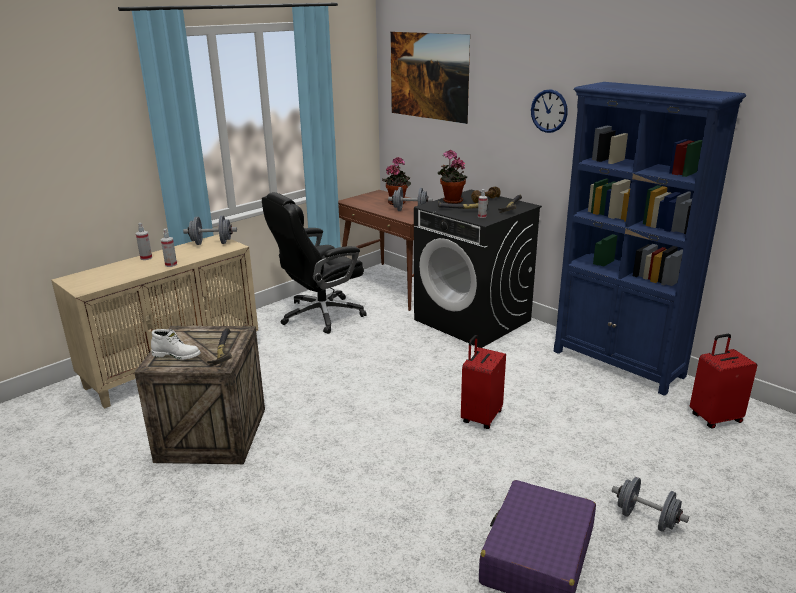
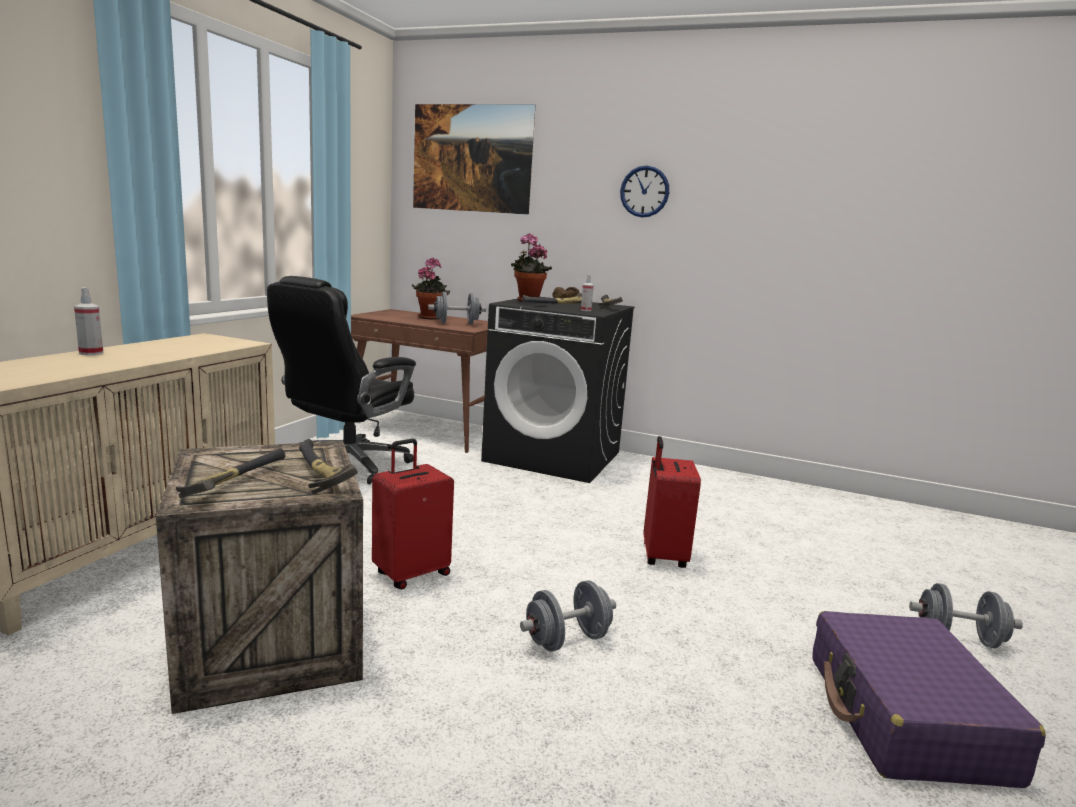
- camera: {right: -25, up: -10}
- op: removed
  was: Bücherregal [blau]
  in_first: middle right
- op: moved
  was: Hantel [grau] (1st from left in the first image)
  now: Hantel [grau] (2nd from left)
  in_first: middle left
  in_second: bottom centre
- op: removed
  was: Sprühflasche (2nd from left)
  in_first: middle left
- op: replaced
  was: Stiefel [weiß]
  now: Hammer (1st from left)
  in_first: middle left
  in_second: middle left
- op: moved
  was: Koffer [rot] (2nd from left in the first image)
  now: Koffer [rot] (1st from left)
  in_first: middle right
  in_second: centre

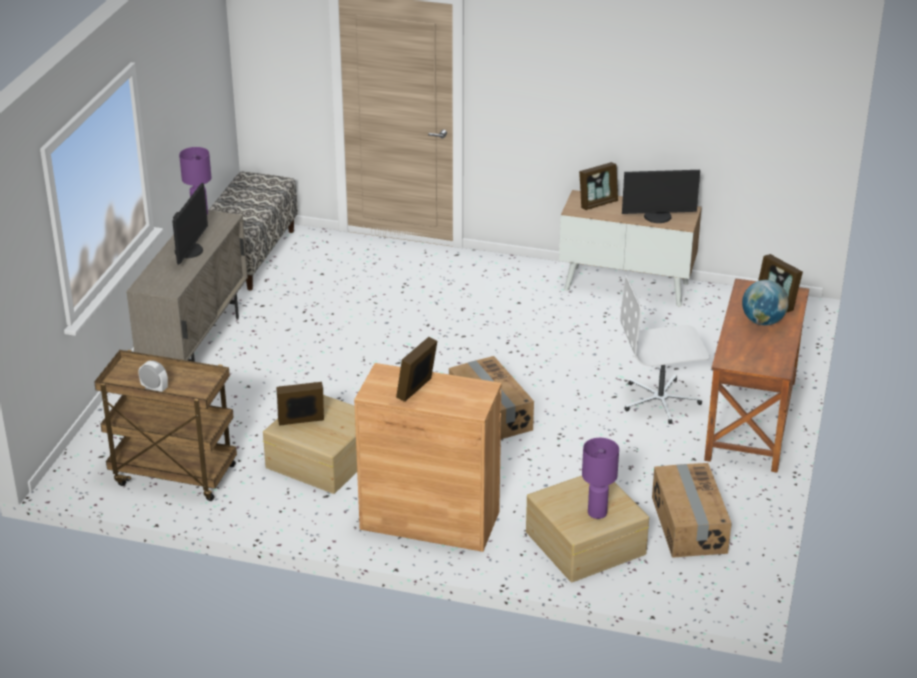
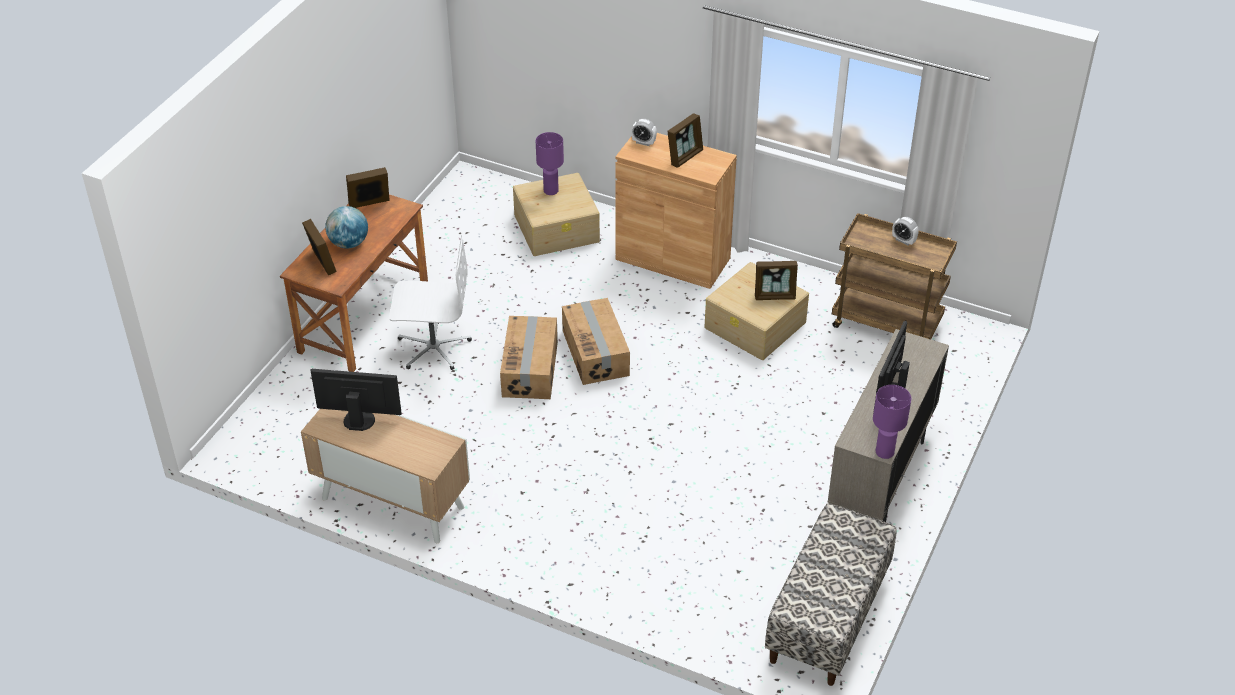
- camera: {right: -170, up: 10}
- op: moved
  was: Bilderrahmen (3rd from left in the first image)
  now: Bilderrahmen (2nd from left)
  in_first: top centre
  in_second: top left
- op: moved
  was: Karton (2nd from left in the first image)
  now: Karton (1st from left)
  in_first: bottom right
  in_second: centre
- op: added
  now: Wecker (1st from left)
  in_second: top centre

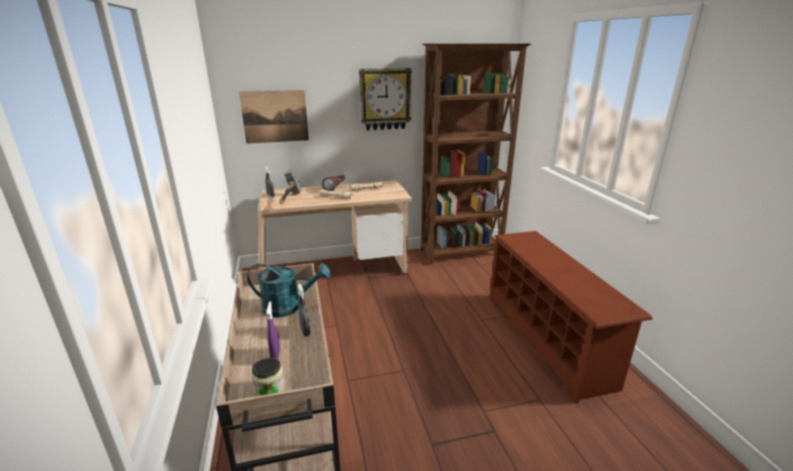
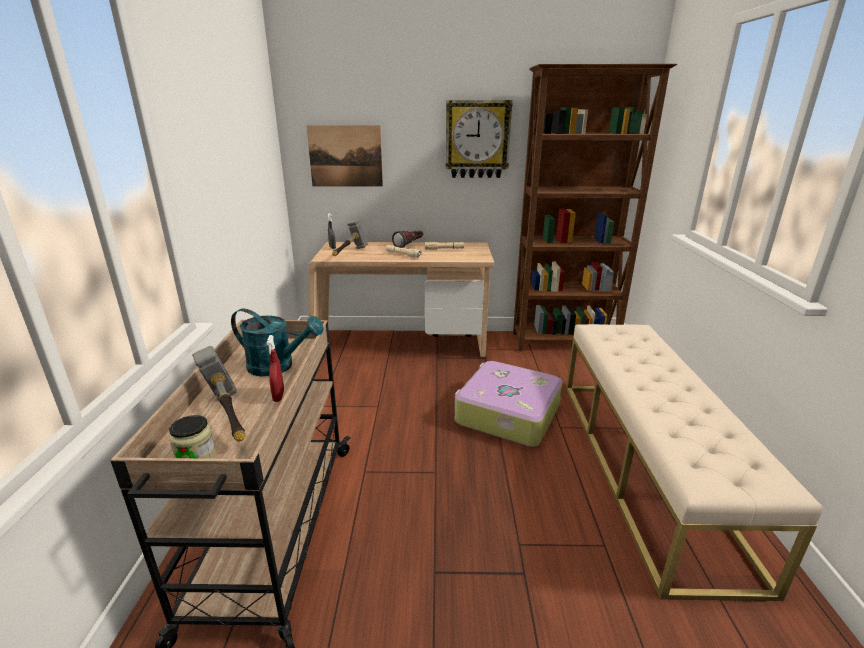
- camera: {right: 15, up: 0}
- op: replaced
  was: Schuhregal [braun]
  now: Bank [beige]
  in_first: bottom right
  in_second: bottom right
- op: recoloured
  was: Sprühflasche [grau] (2nd from left)
  now: Sprühflasche [rot]
  in_first: centre
  in_second: middle left
- op: replaced
  was: Sprühflasche [lila]
  now: Hammer (1st from left)
  in_first: bottom centre
  in_second: middle left
- op: added
  now: Koffer
  in_second: centre

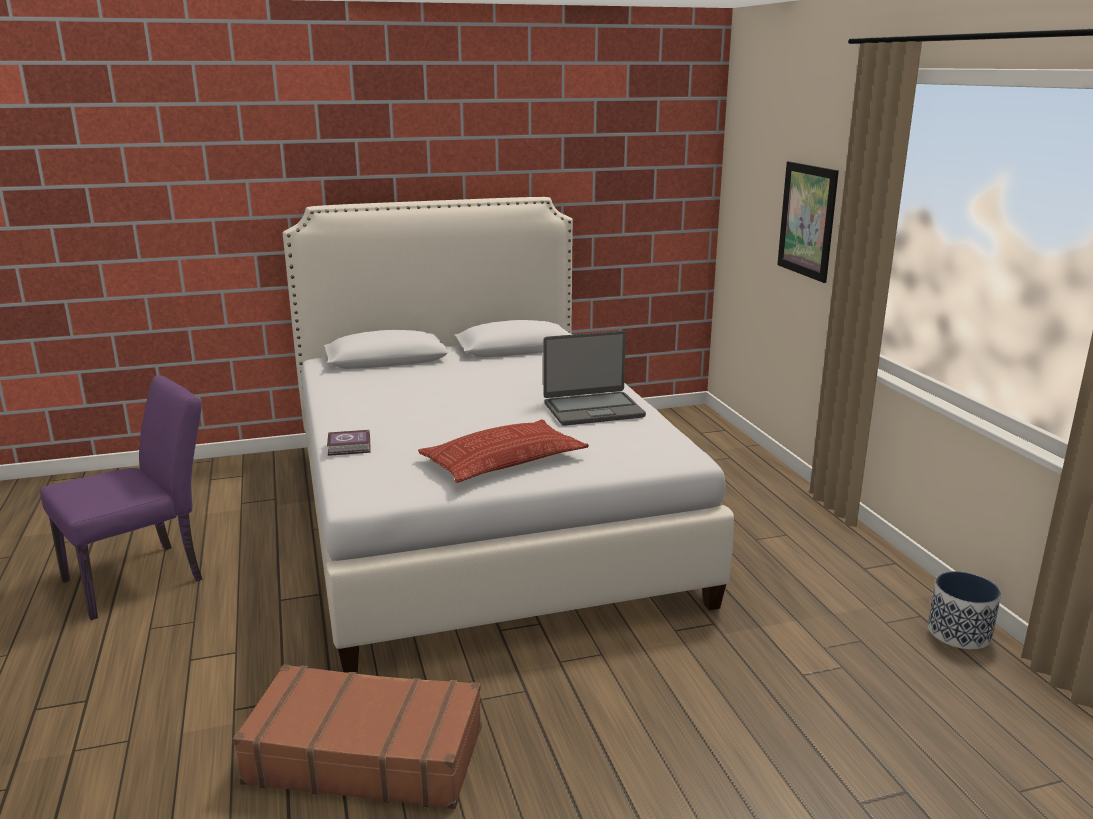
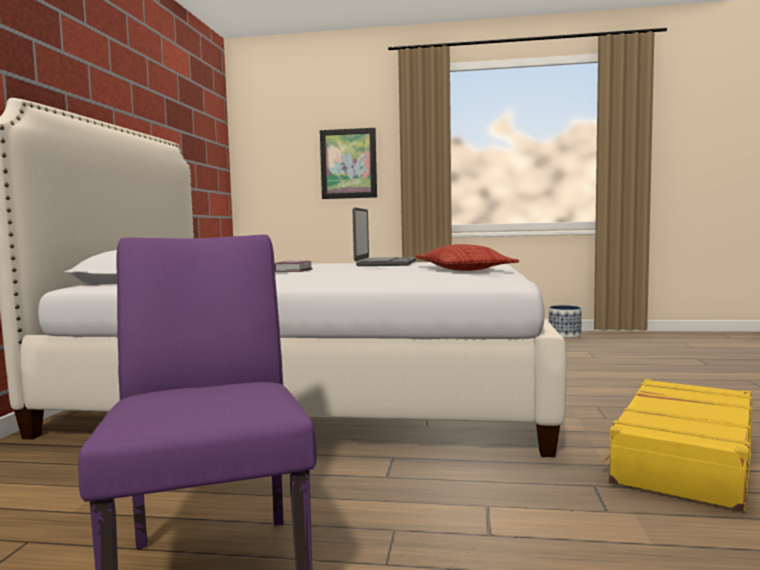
- camera: {right: -65, up: -15}
- op: moved
  was: Buch
  in_first: middle left
  in_second: centre
- op: recoloured
  was: Koffer [braun]
  now: Koffer [gelb]
  in_first: bottom left
  in_second: bottom right

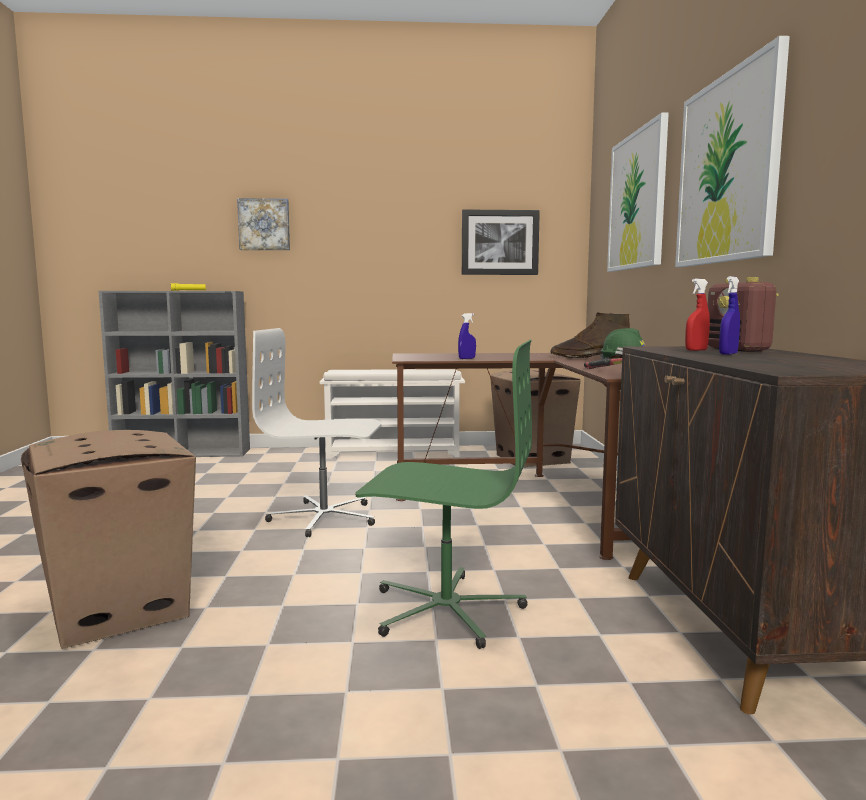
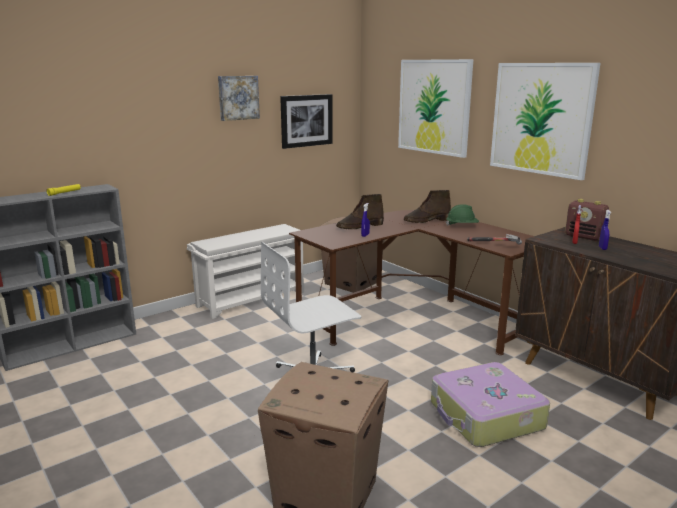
- camera: {right: -35, up: 10}
- op: moved
  was: Bild (1st from left)
  in_first: top left
  in_second: top centre
- op: replaced
  was: Bürostuhl [grün]
  now: Koffer
  in_first: centre
  in_second: bottom right
- op: added
  now: Stiefel [braun] (1st from left)
  in_second: centre

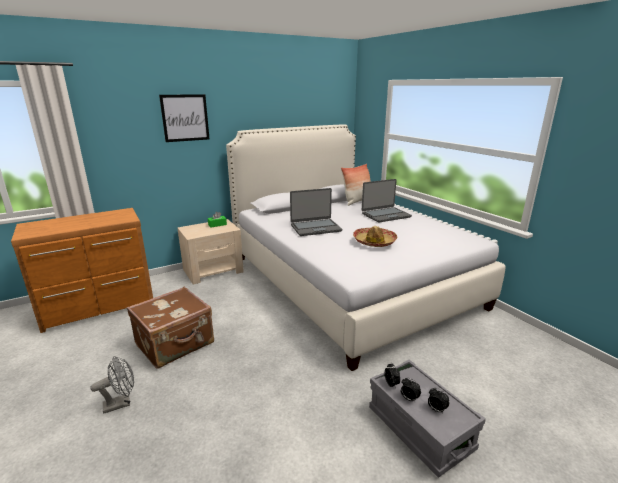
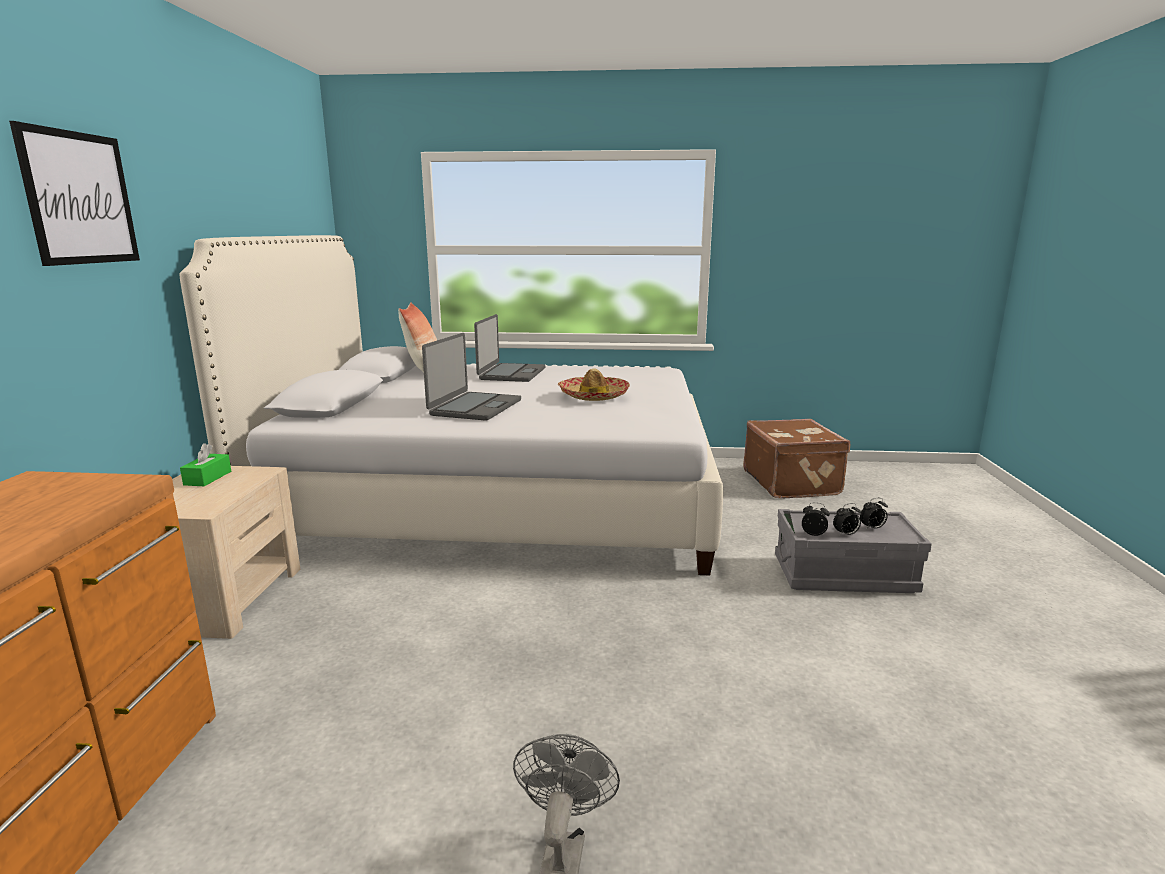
- camera: {right: -55, up: -5}
- op: moved
  was: Koffer [braun]
  in_first: bottom left
  in_second: middle right

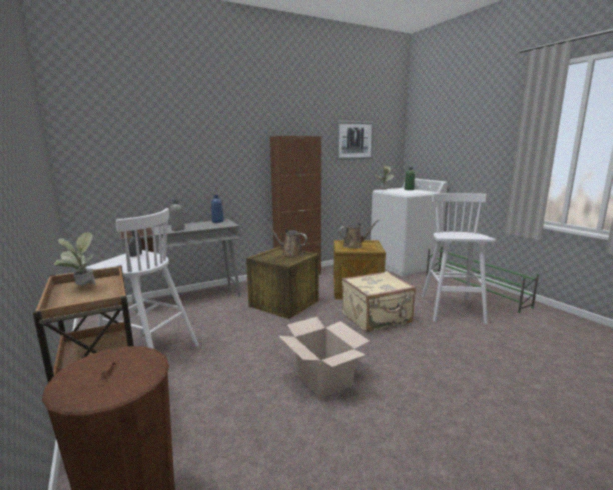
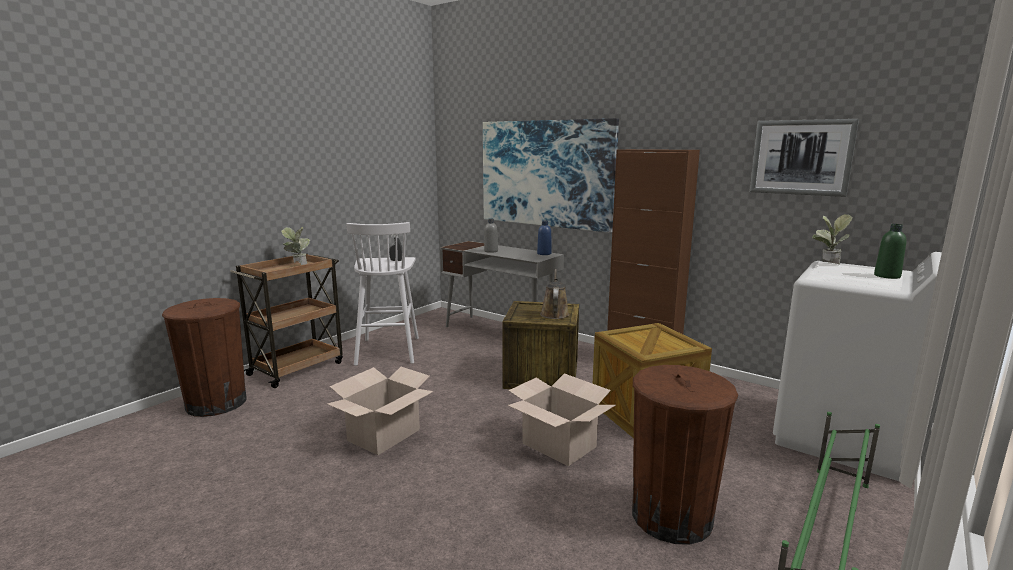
- camera: {right: 65, up: 0}
- op: replaced
  was: Hocker [weiß] (2nd from left)
  now: Mülleimer [braun] (2nd from left)
  in_first: middle right
  in_second: bottom right
- op: removed
  was: Gießkanne [braun] (2nd from left)
  in_first: centre
- op: replaced
  was: Koffer [beige]
  now: Karton (2nd from left)
  in_first: centre
  in_second: bottom centre
- op: added
  now: Bild (1st from left)
  in_second: top centre

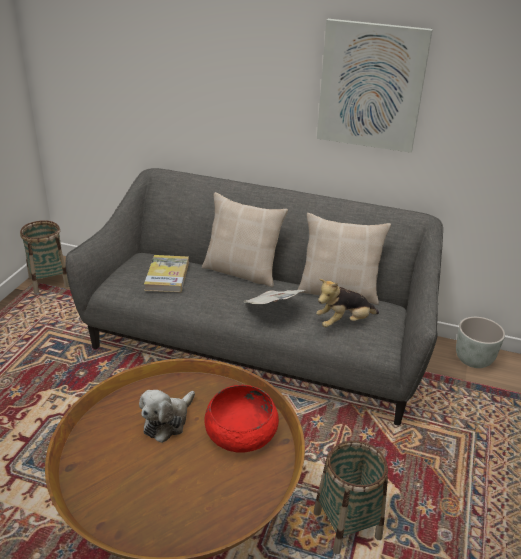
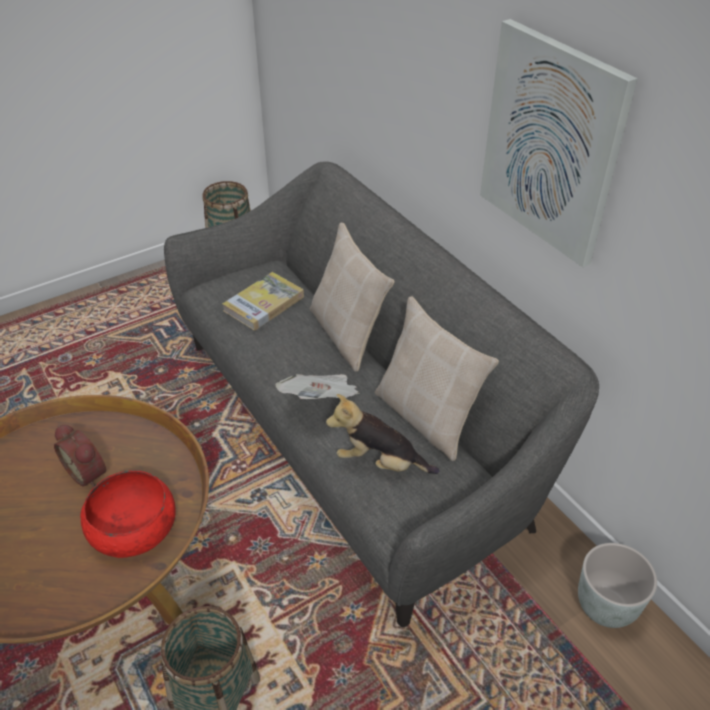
- camera: {right: 40, up: 10}
- op: replaced
  was: Plüschtier (1st from left)
  now: Wecker
  in_first: bottom left
  in_second: middle left

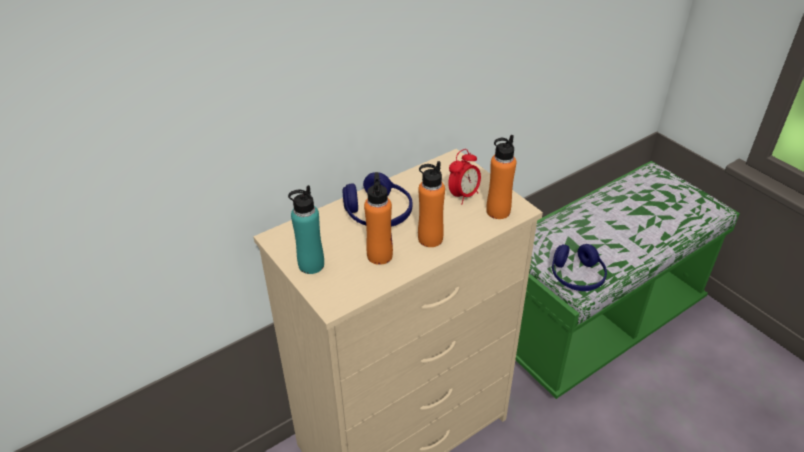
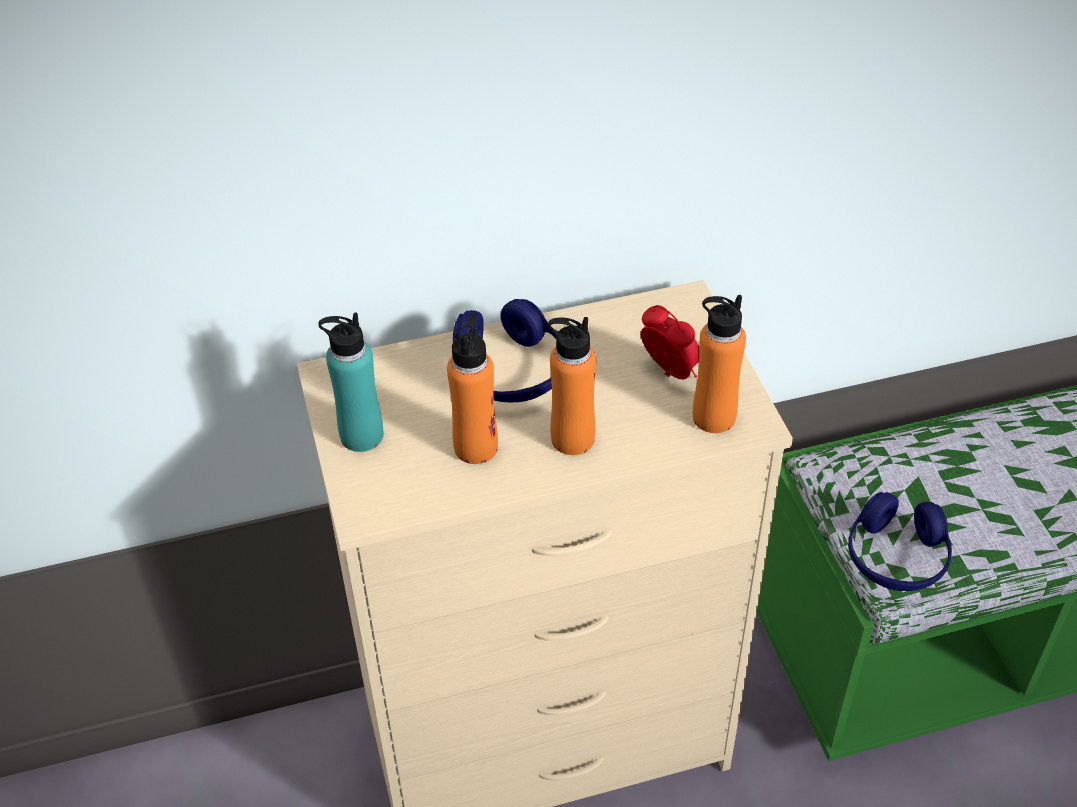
- camera: {right: 20, up: 5}
- op: turned
  was: Wecker
  in_first: centre
  in_second: centre
  clockwise: -105

